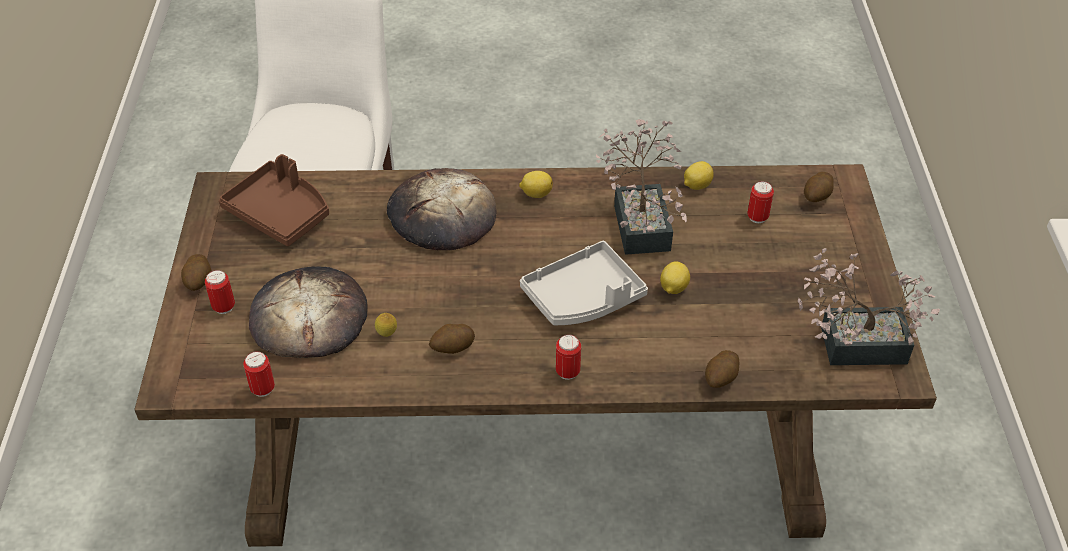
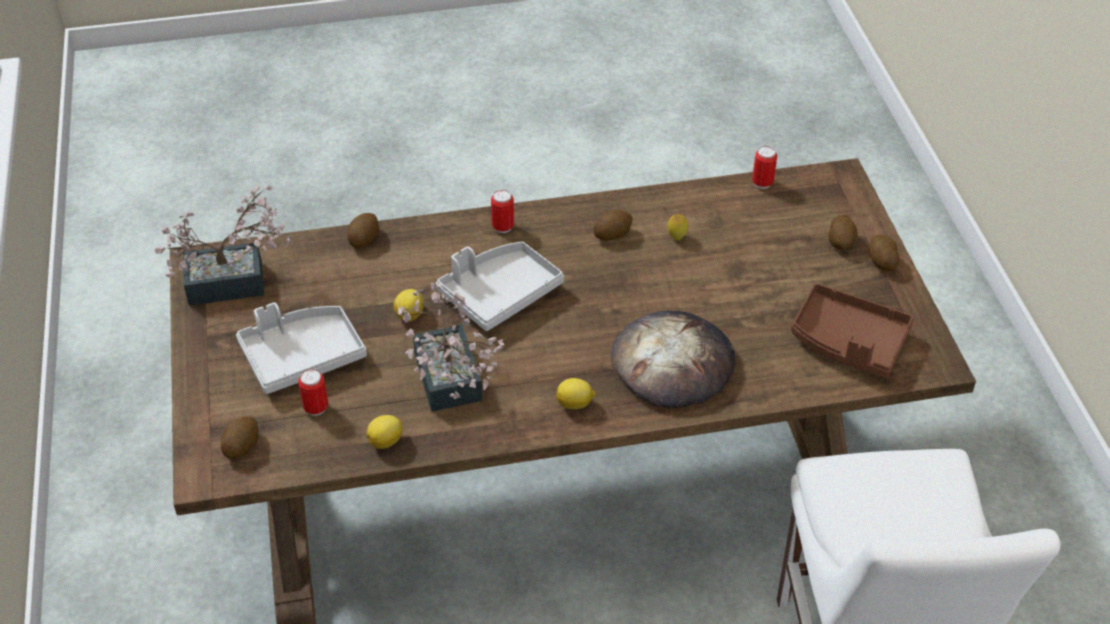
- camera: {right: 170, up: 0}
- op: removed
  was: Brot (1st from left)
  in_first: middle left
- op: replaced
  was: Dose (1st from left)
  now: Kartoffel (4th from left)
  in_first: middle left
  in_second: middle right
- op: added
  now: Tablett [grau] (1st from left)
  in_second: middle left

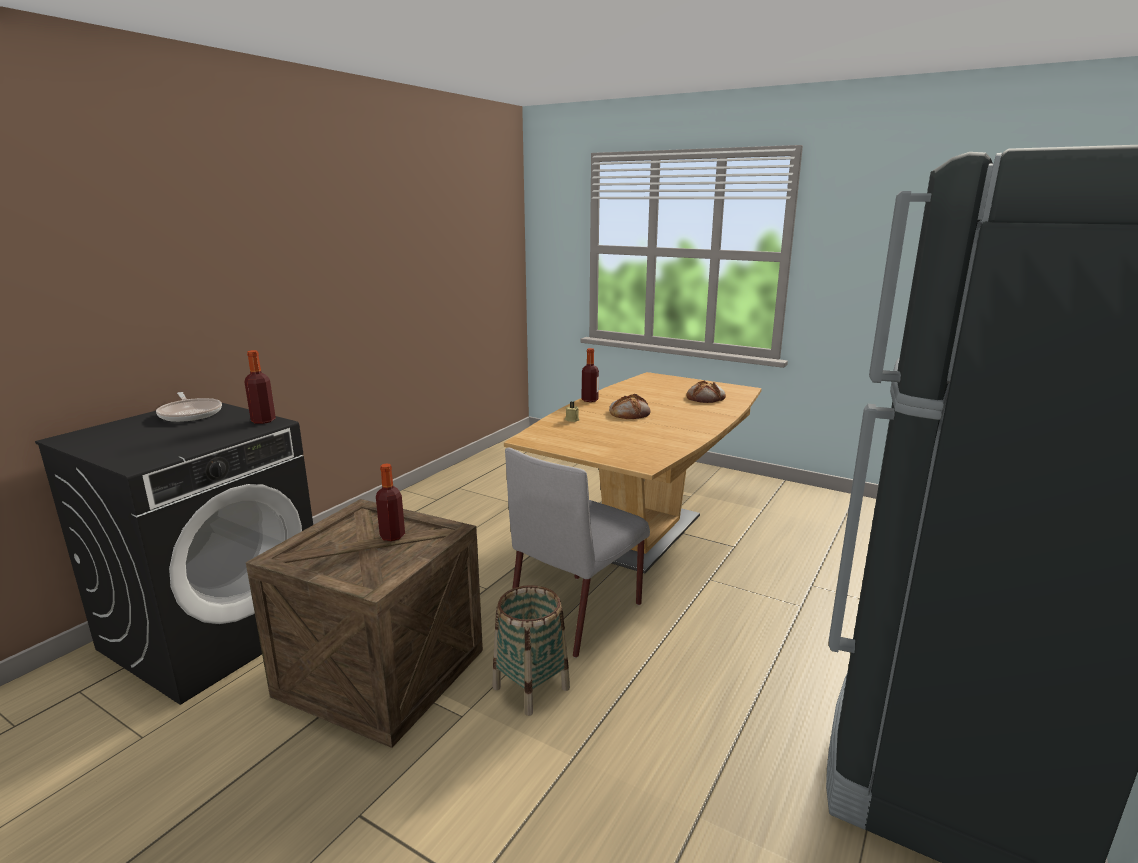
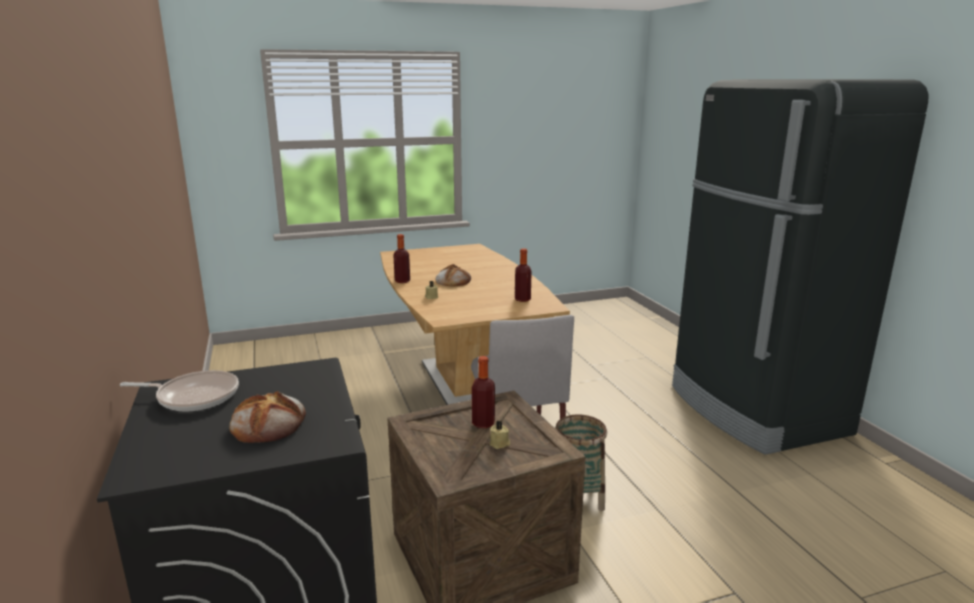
- camera: {right: -50, up: 0}
- op: moved
  was: Flasche (1st from left in the first image)
  now: Flasche (3rd from left)
  in_first: middle left
  in_second: centre
- op: moved
  was: Brot (2nd from left in the first image)
  now: Brot (1st from left)
  in_first: centre
  in_second: bottom left
- op: added
  now: Kerze [beige] (2nd from left)
  in_second: bottom centre

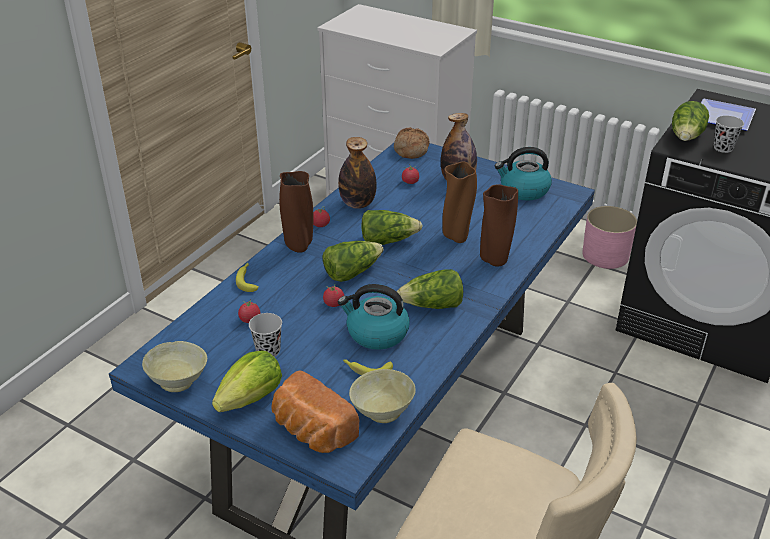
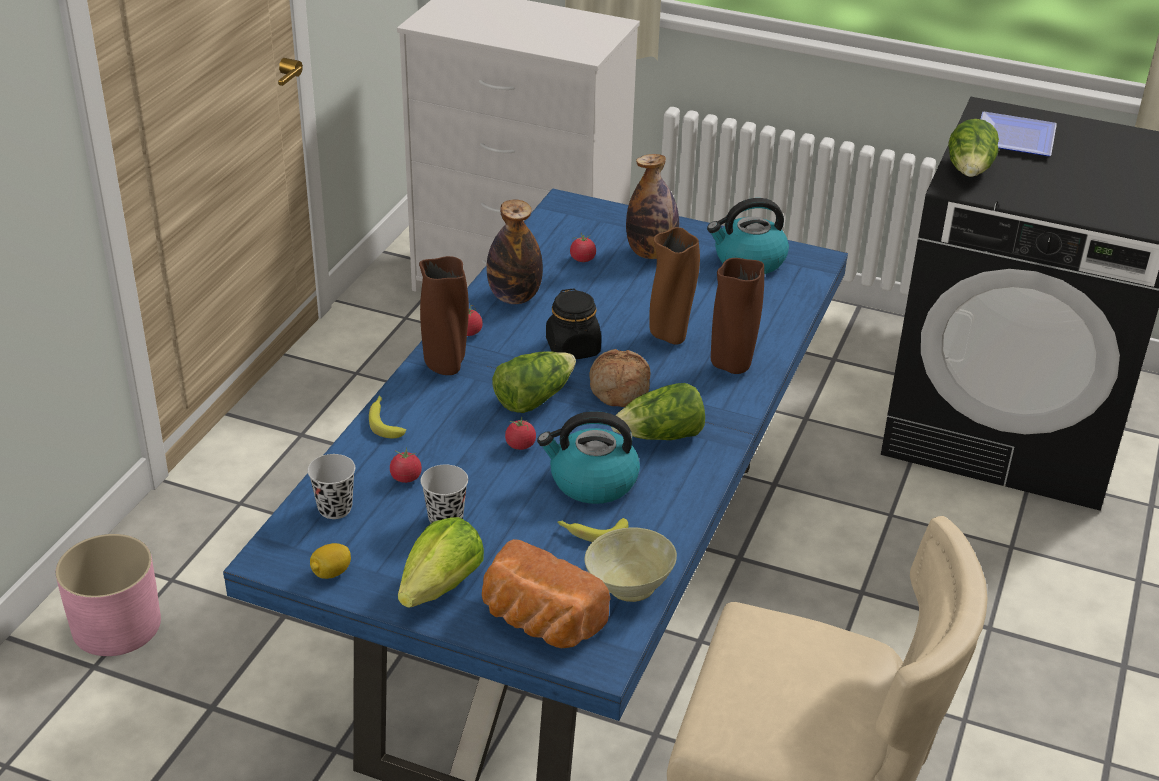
- camera: {right: -10, up: 0}
- op: moved
  was: Tasse [schwarz] (2nd from left in the first image)
  now: Tasse [schwarz] (1st from left)
  in_first: top right
  in_second: middle left
- op: moved
  was: Brot (2nd from left)
  in_first: top centre
  in_second: centre
- op: moved
  was: Pflanzkübel [rosa]
  in_first: middle right
  in_second: bottom left
- op: replaced
  was: Salatkopf (3rd from left)
  now: Vorratsglas [schwarz]
  in_first: centre
  in_second: centre
- op: replaced
  was: Schüssel [beige] (1st from left)
  now: Zitrone
  in_first: bottom left
  in_second: bottom left

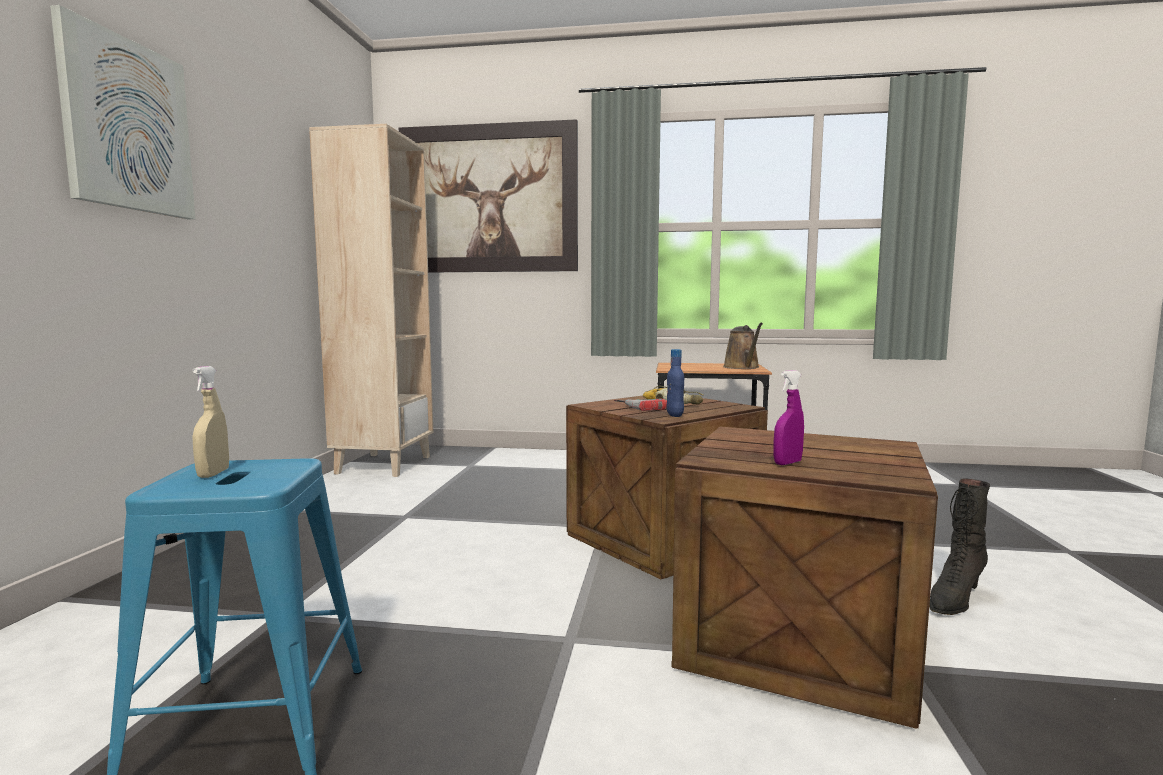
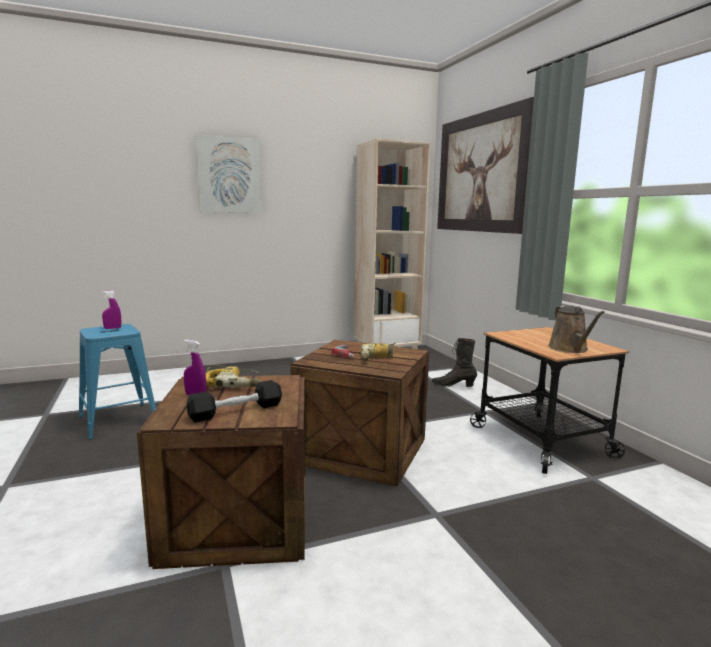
- camera: {right: 60, up: 5}
- op: turned
  was: Gießkanne [braun]
  in_first: centre
  in_second: middle right
  clockwise: -60
- op: removed
  was: Flasche [blau]
  in_first: centre
- op: recoloured
  was: Sprühflasche [beige]
  now: Sprühflasche [lila] (1st from left)
  in_first: middle left
  in_second: middle left
- op: moved
  was: Stiefel [schwarz]
  in_first: bottom right
  in_second: centre
- op: added
  now: Bohrmaschine (1st from left)
  in_second: middle left
- op: added
  now: Hantel [schwarz]
  in_second: middle left

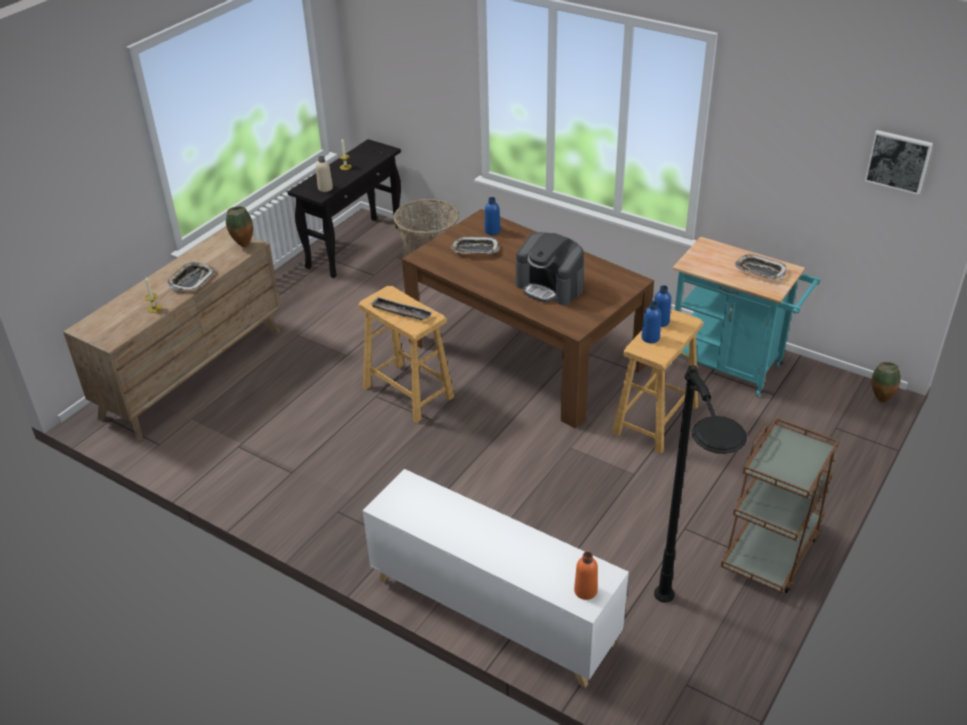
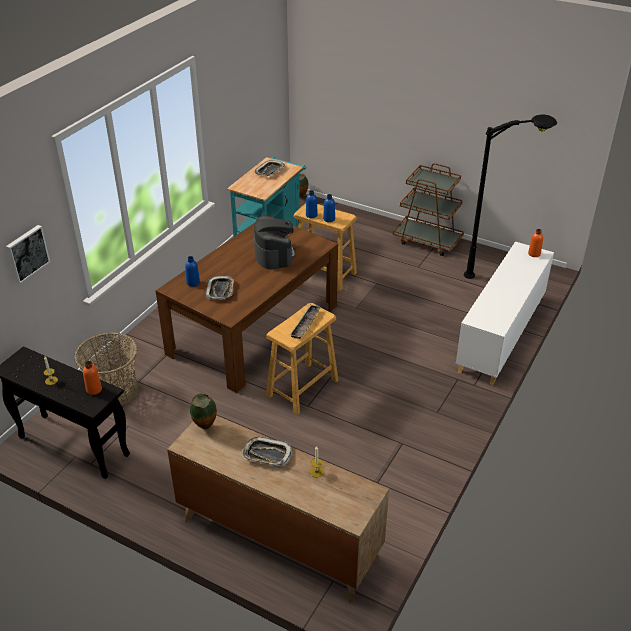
- camera: {right: -95, up: 0}
- op: moved
  was: Bild
  in_first: top right
  in_second: middle left
- op: recoloured
  was: Flasche [beige]
  now: Flasche [orange] (1st from left)
  in_first: top centre
  in_second: middle left
- op: turned
  was: Kaffeemaschine
  in_first: centre
  in_second: centre
  clockwise: -45

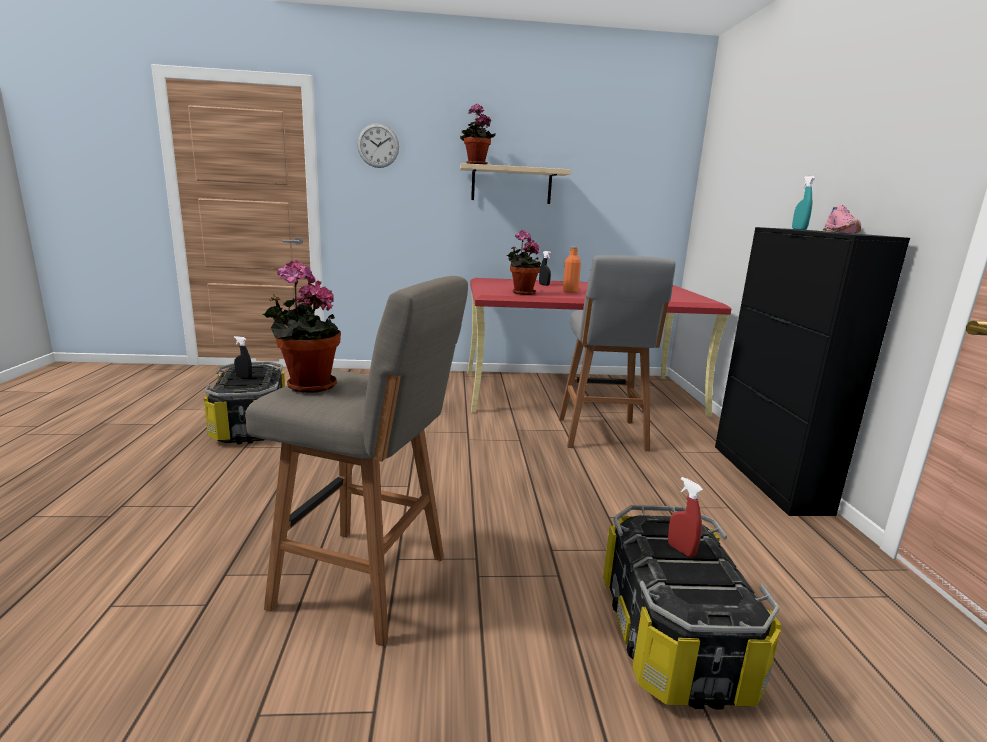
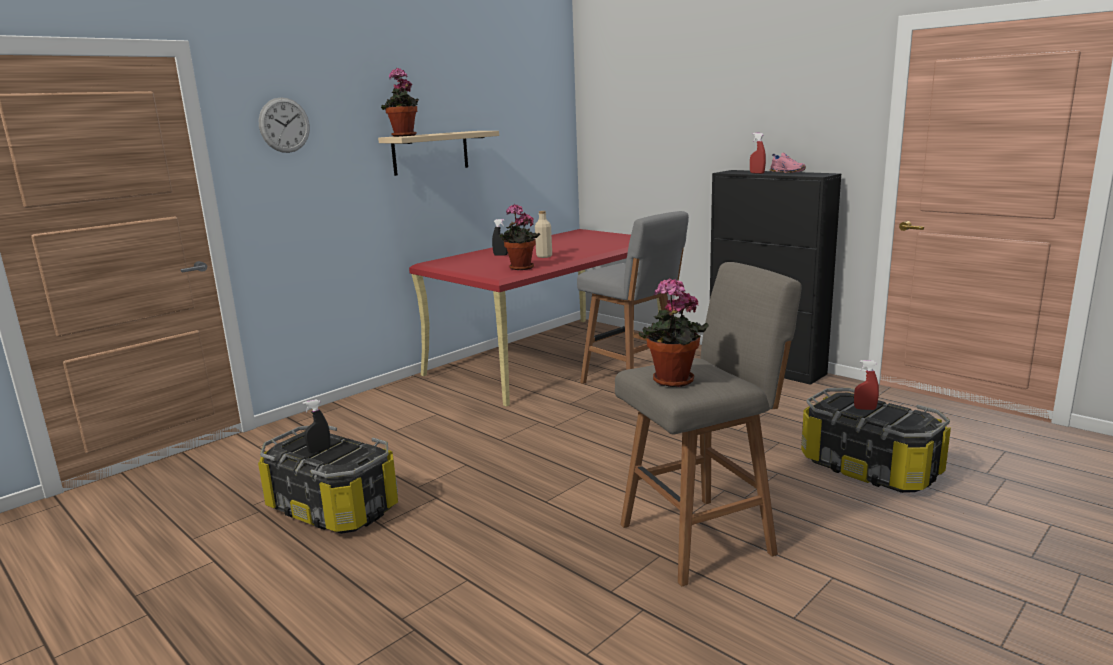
- camera: {right: -40, up: 0}
- op: recoloured
  was: Sprühflasche [türkis]
  now: Sprühflasche [rot] (1st from left)
  in_first: top right
  in_second: top right
- op: recoloured
  was: Flasche [orange]
  now: Flasche [beige]
  in_first: centre
  in_second: centre

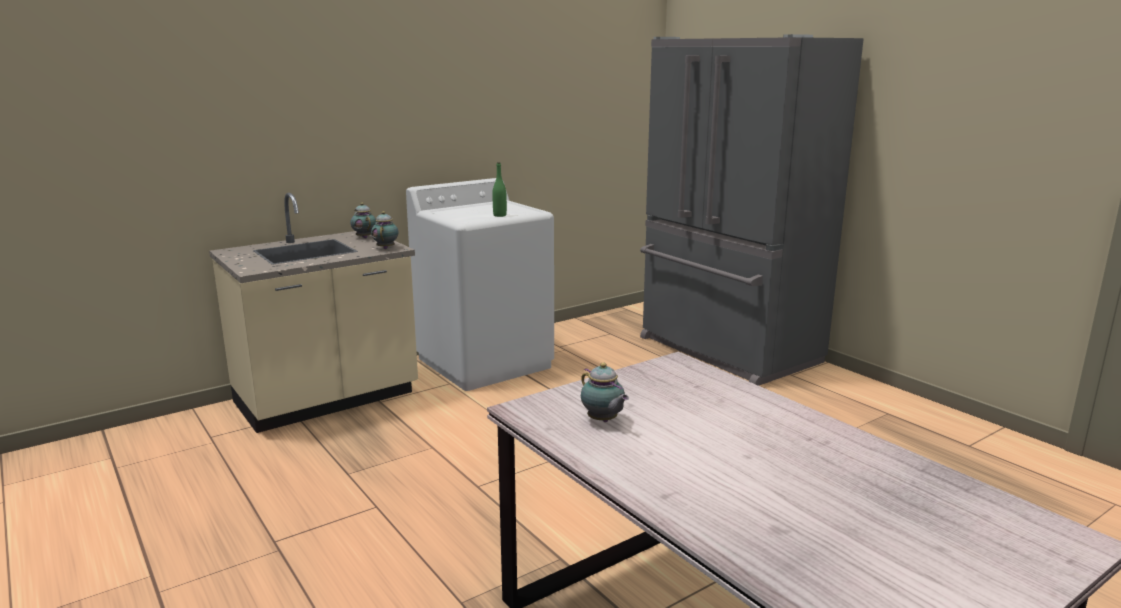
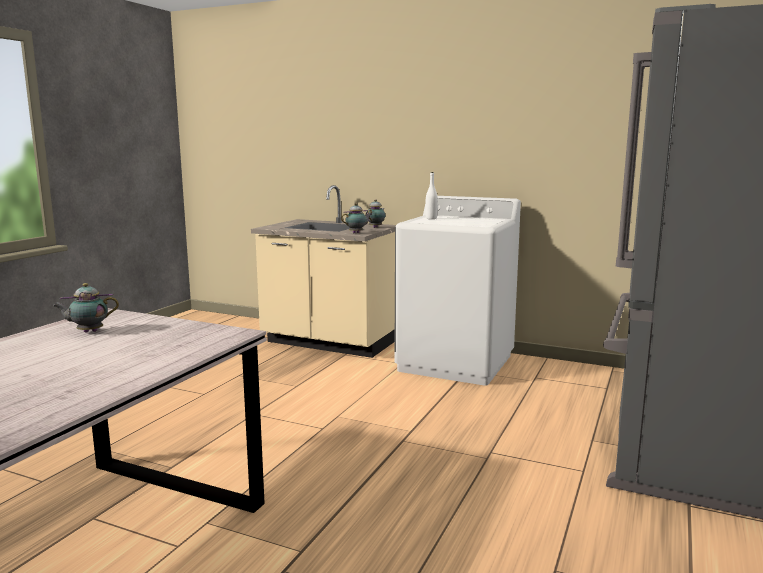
- camera: {right: 60, up: -5}
- op: removed
  was: Flasche [grün]
  in_first: top centre
- op: turned
  was: Teekanne (3rd from left in the first image)
  in_first: centre
  in_second: middle left
  clockwise: 45
- op: added
  now: Flasche [weiß]
  in_second: centre

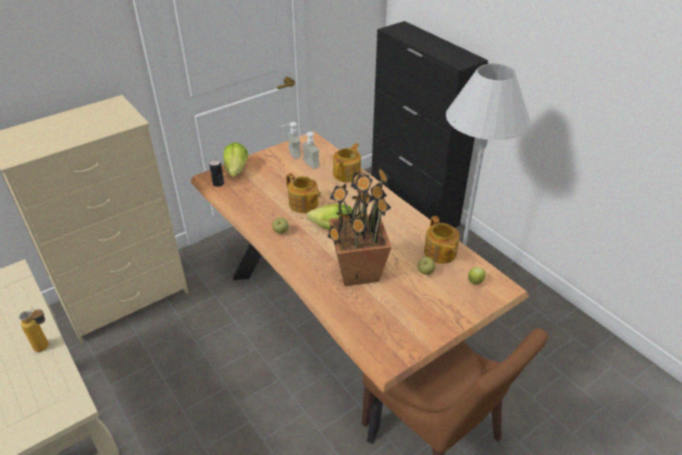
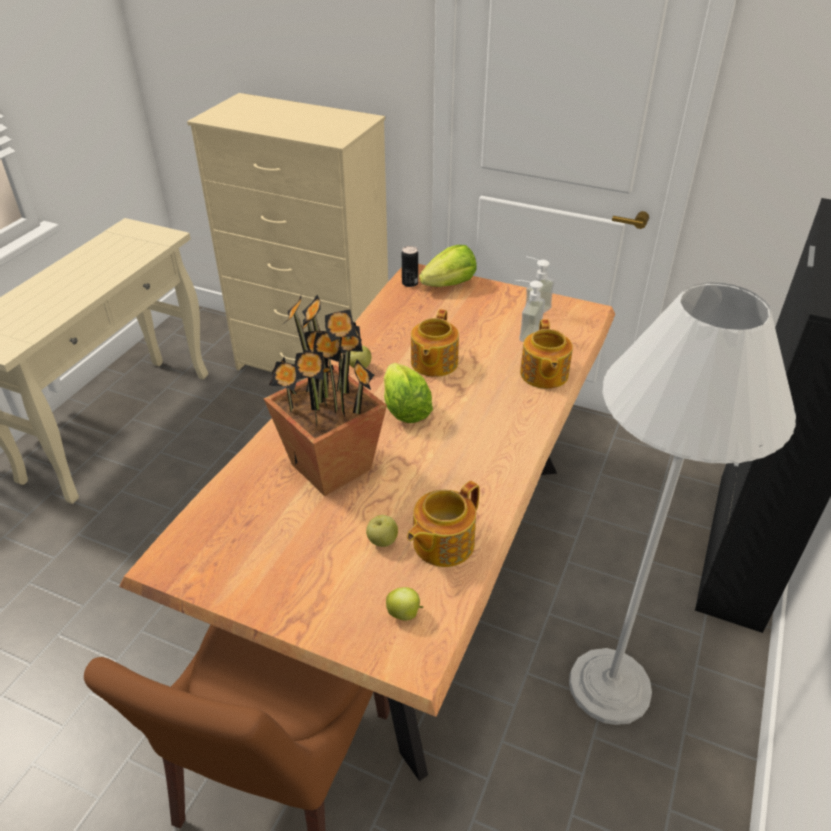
- camera: {right: 60, up: 0}
- op: turned
  was: Teekanne (2nd from left in the first image)
  in_first: centre
  in_second: centre
  clockwise: 90
- op: removed
  was: Flasche
  in_first: bottom left

